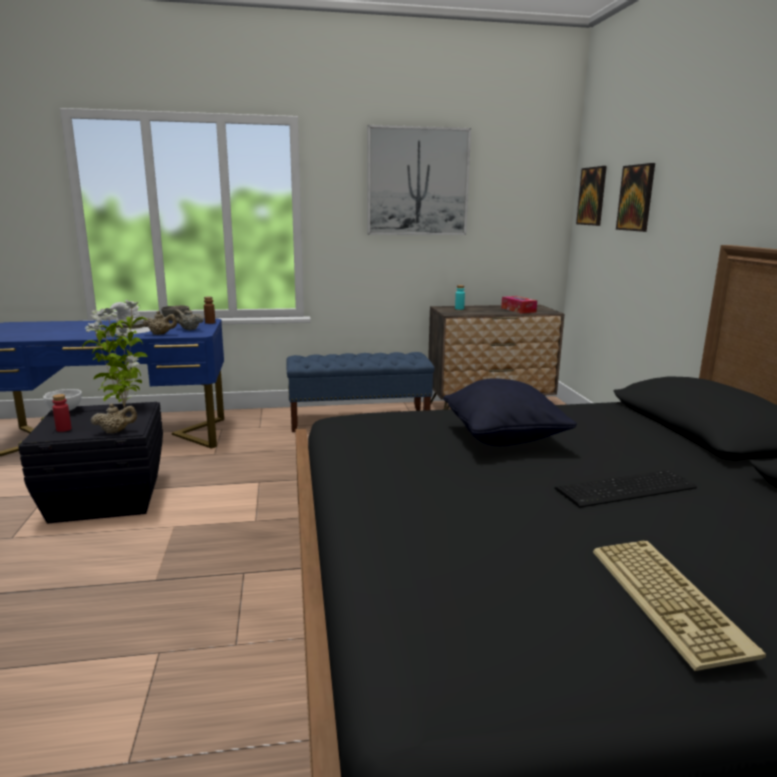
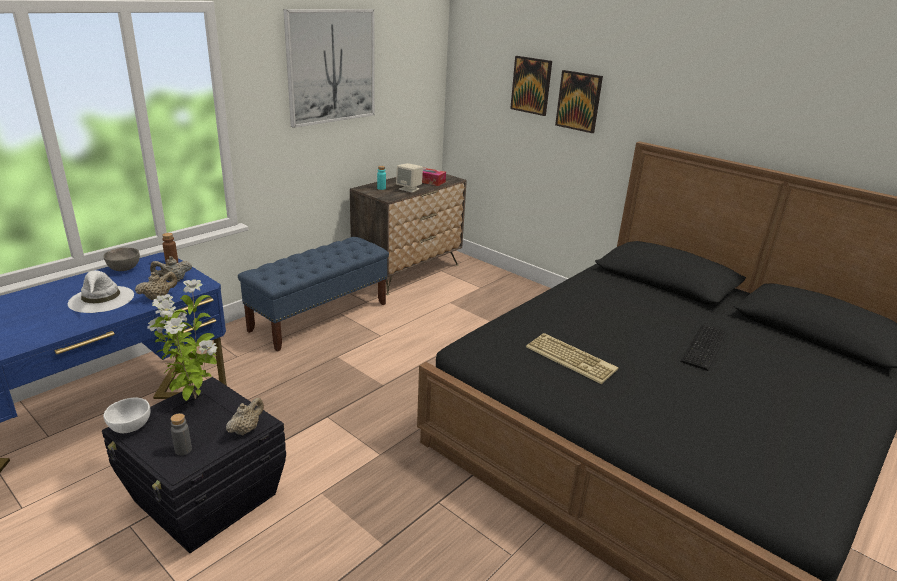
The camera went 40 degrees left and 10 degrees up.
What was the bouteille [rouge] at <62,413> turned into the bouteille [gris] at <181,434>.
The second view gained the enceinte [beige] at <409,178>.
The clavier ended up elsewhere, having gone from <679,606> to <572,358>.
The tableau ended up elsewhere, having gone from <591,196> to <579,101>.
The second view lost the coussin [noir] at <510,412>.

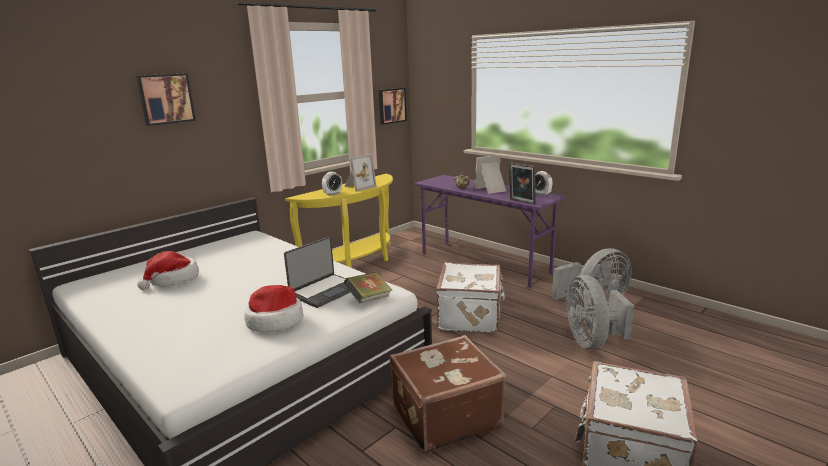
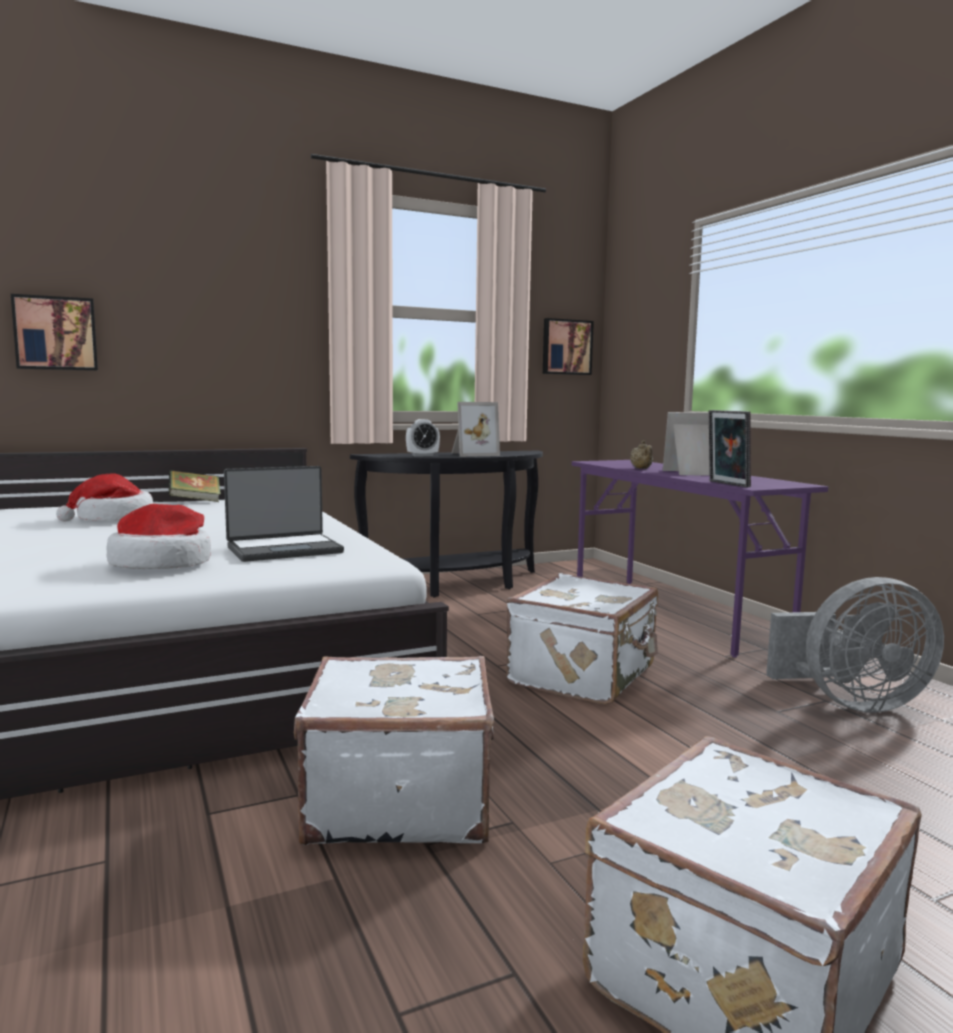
The camera went 20 degrees right and 10 degrees down.
The tableau ended up elsewhere, having gone from <166,99> to <54,332>.
The livre ended up elsewhere, having gone from <368,287> to <195,486>.
What was the valise [marron] at <448,394> turned into the valise [blanc] at <394,751>.
What was the table console [jaune] at <339,221> turned into the table console [noir] at <446,524>.
The second view lost the réveil at <543,183>.
The second view lost the ventilateur [gris] at <600,312>.

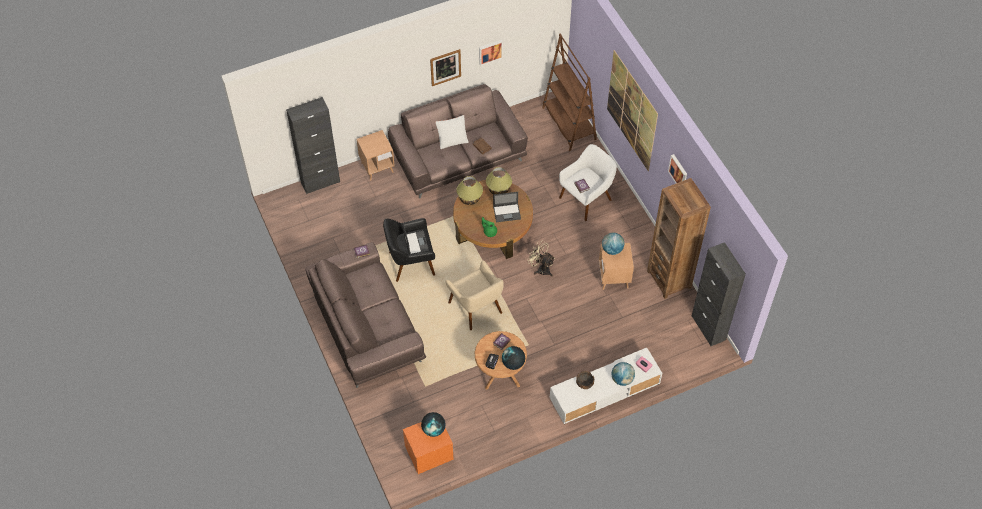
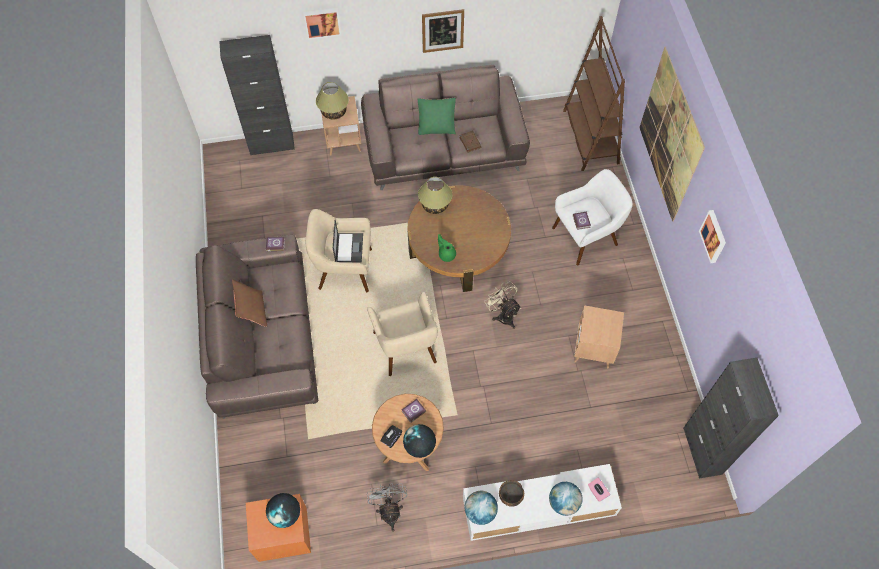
The camera went 15 degrees right and 5 degrees up.
The second view gained the coussin [marron] at <249,303>.
The tableau ended up elsewhere, having gone from <491,53> to <322,24>.
What was the fauteuil [noir] at <409,250> turned into the fauteuil [beige] at <339,250>.
The lampe de table ended up elsewhere, having gone from <499,181> to <332,100>.
The second view gained the ventilateur [gris] at <387,507>.
What was the coussin [blanc] at <452,132> turned into the coussin [vert] at <437,116>.
The globe ended up elsewhere, having gone from <613,244> to <481,508>.
The second view lost the ordinateur portable at <507,207>.
The second view lost the bibliothèque [marron] at <679,238>.

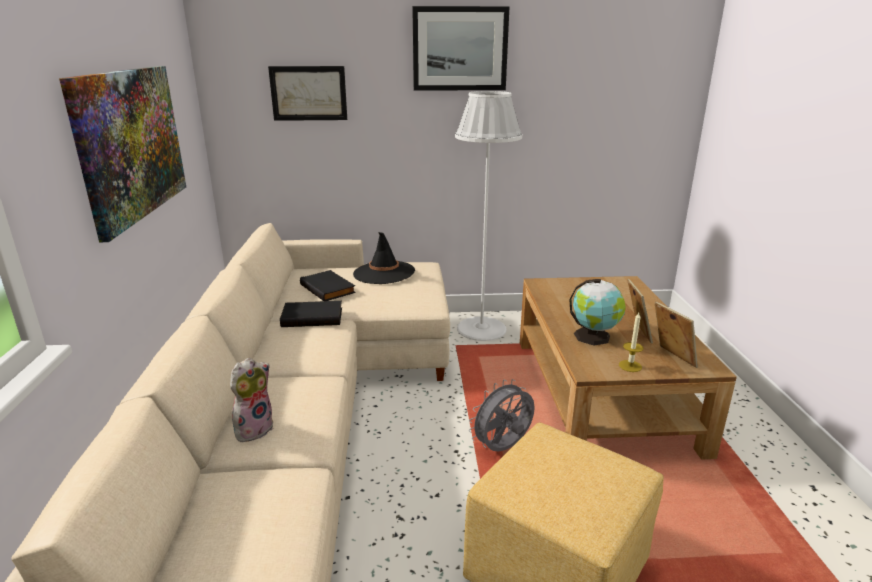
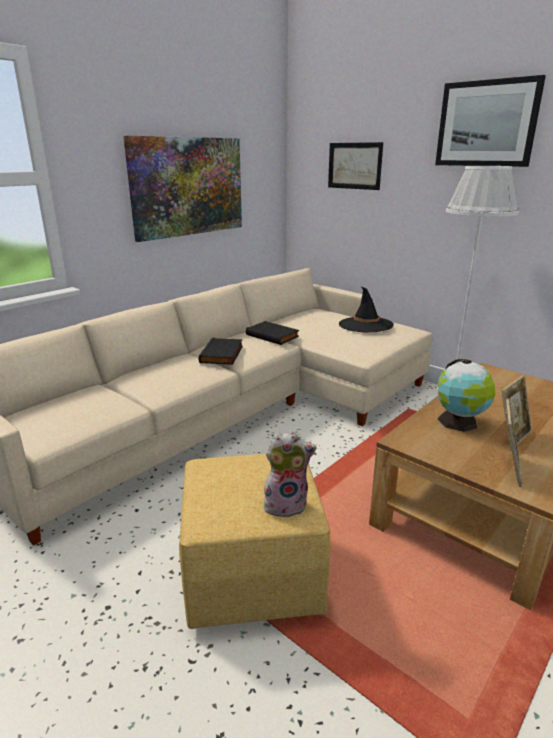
The camera went 45 degrees right and 0 degrees up.
The livre [noir] ended up elsewhere, having gone from <328,285> to <221,351>.
The peluche ended up elsewhere, having gone from <251,400> to <290,475>.
The second view lost the ventilateur [gris] at <502,415>.
The second view lost the bougie at <631,342>.

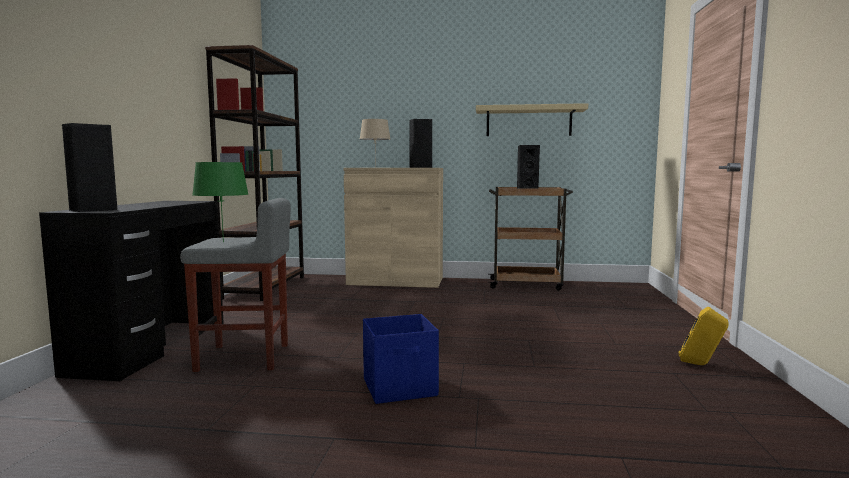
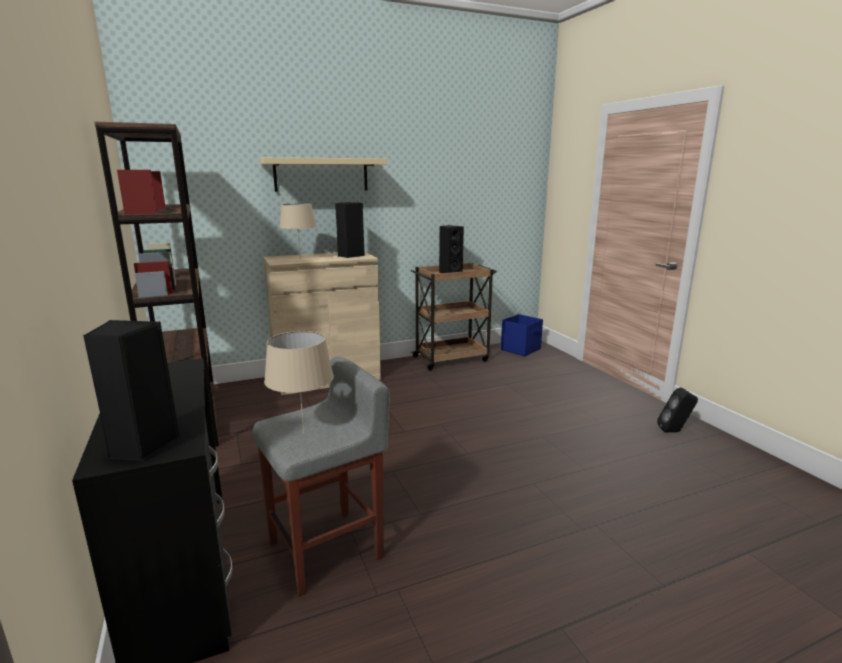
The camera went 30 degrees left and 10 degrees up.
The étagère [beige] ended up elsewhere, having gone from <532,119> to <323,174>.
What was the lampe de table [vert] at <220,202> turned into the lampe de table [beige] at <299,382>.
The boîte de rangement [bleu] ended up elsewhere, having gone from <401,359> to <522,335>.
What was the enceinte [jaune] at <703,336> turned into the enceinte [noir] at <677,410>.

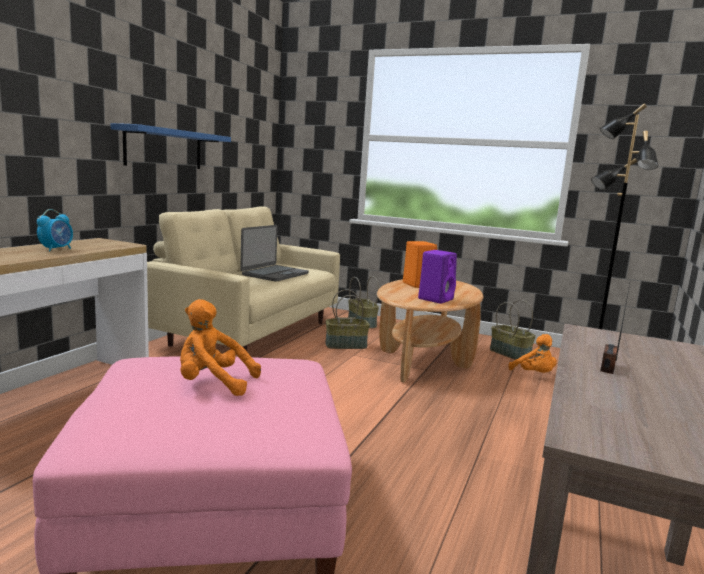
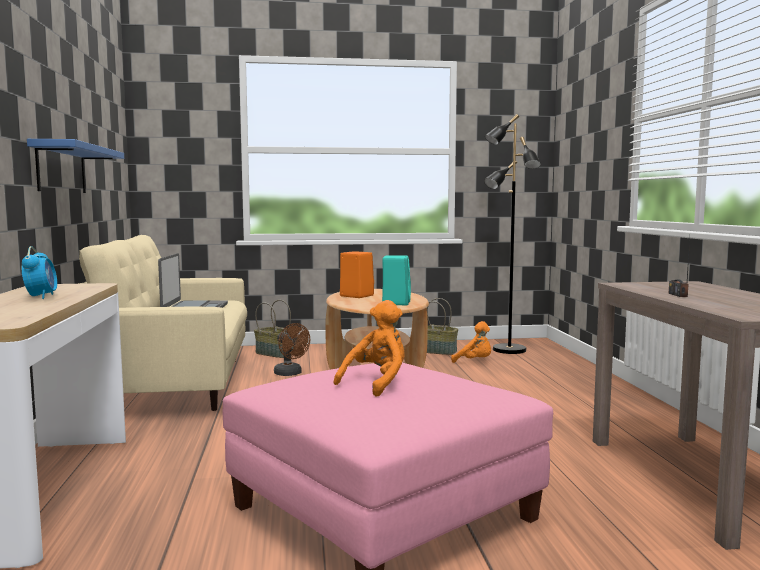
The camera went 30 degrees left and 5 degrees down.
Where the panier stood at <347,319>, the ventilateur [marron] came to stand at <292,349>.
The peluche [orange] at <220,347> ended up facing another way, 150 degrees clockwise from before.
What was the enceinte [violet] at <437,277> turned into the enceinte [turquoise] at <396,280>.

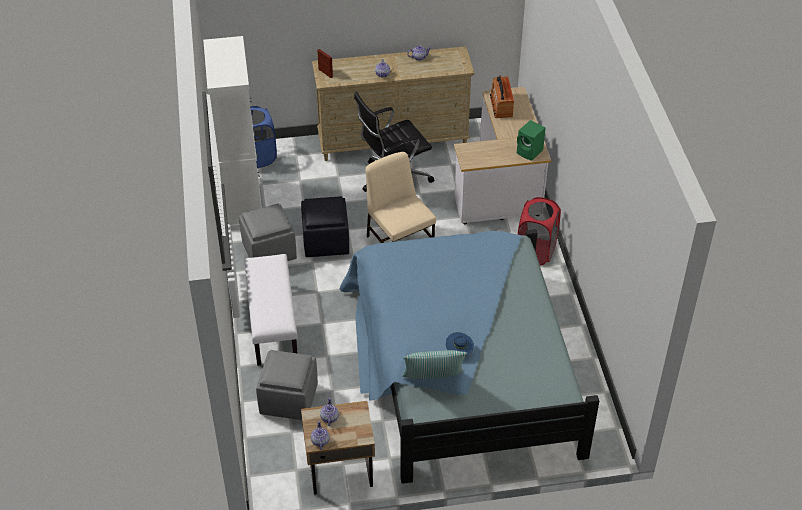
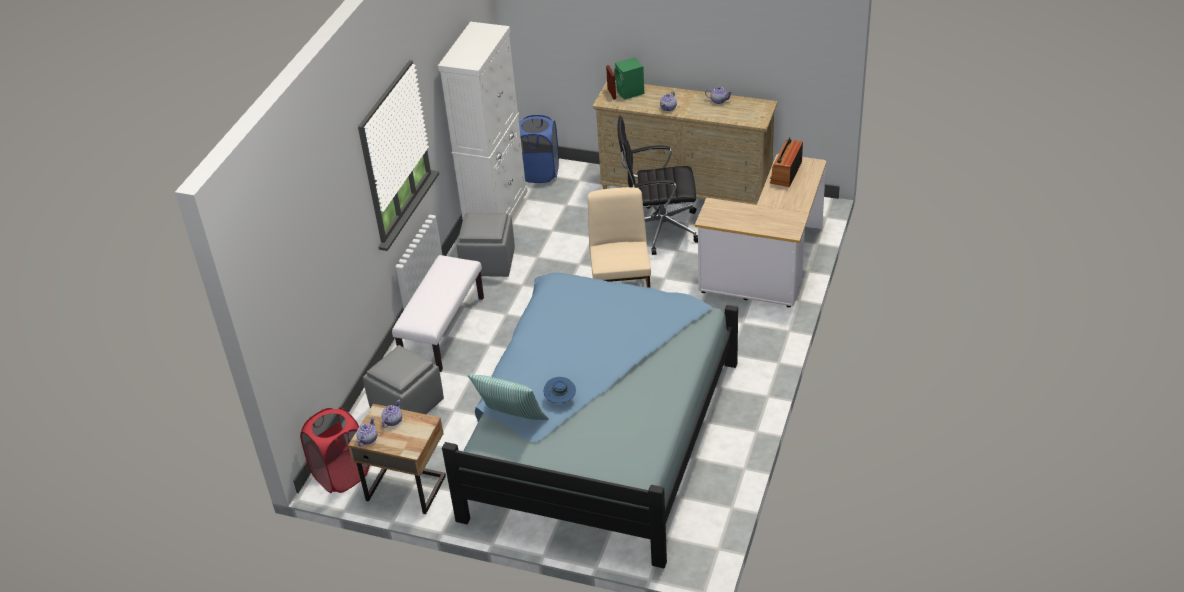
The camera went 30 degrees right and 5 degrees down.
The panier à linge [rouge] ended up elsewhere, having gone from <539,231> to <335,450>.
The enceinte [vert] ended up elsewhere, having gone from <531,140> to <629,78>.
The second view lost the pouf [noir] at <325,226>.

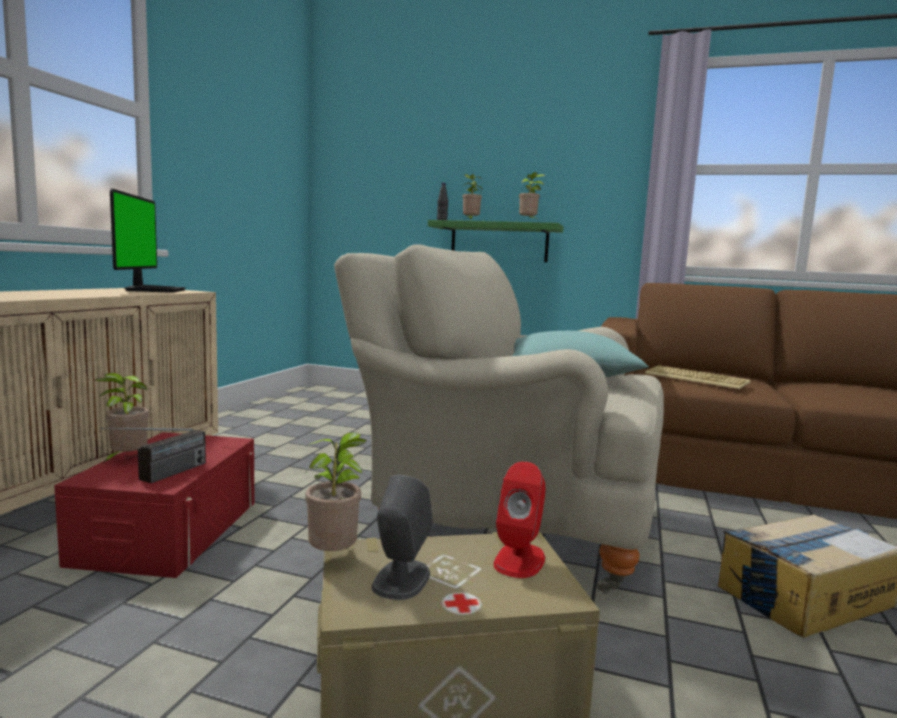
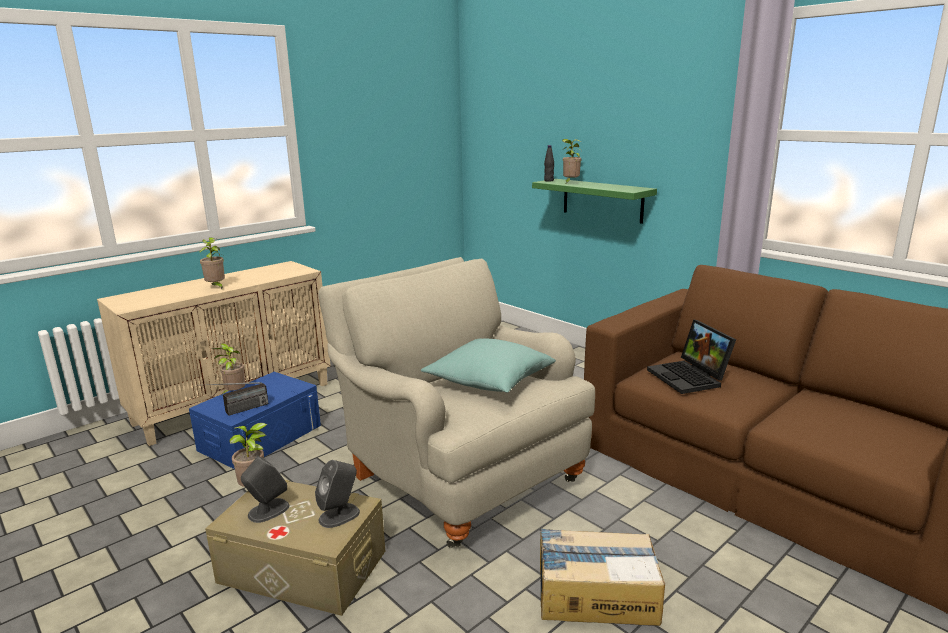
The camera went 30 degrees right and 10 degrees up.
What was the boîte de rangement [rouge] at <154,505> turned into the boîte de rangement [bleu] at <255,420>.
The plante en pot ended up elsewhere, having gone from <532,196> to <212,263>.
What was the enceinte [rouge] at <519,520> turned into the enceinte [gris] at <337,494>.
Where the clavier stood at <698,377>, the ordinateur portable came to stand at <691,356>.
The second view lost the écran d'ordinateur at <148,241>.

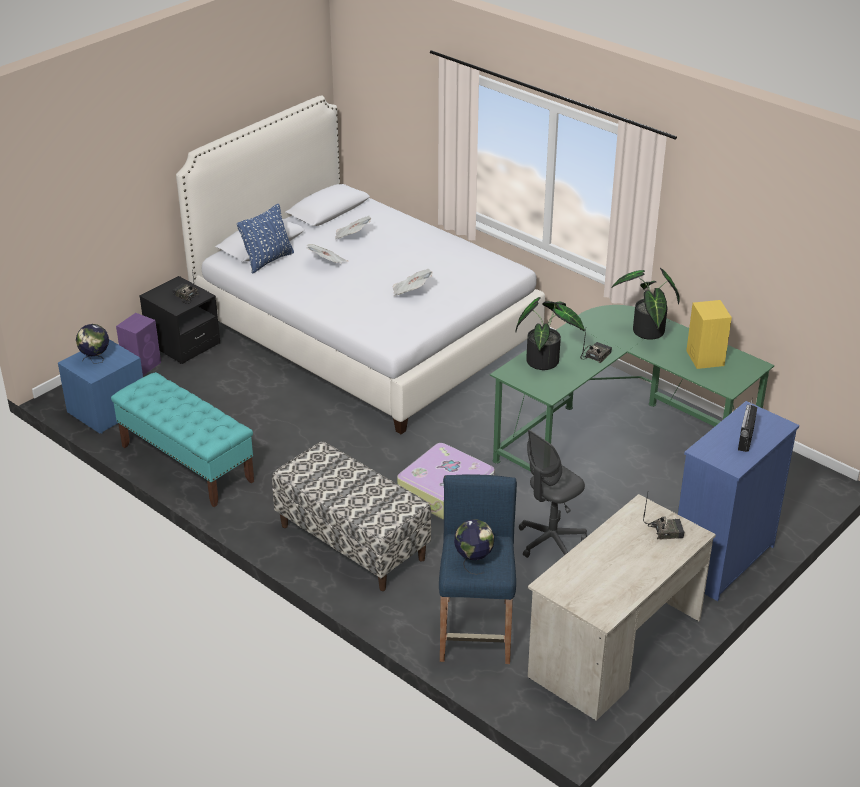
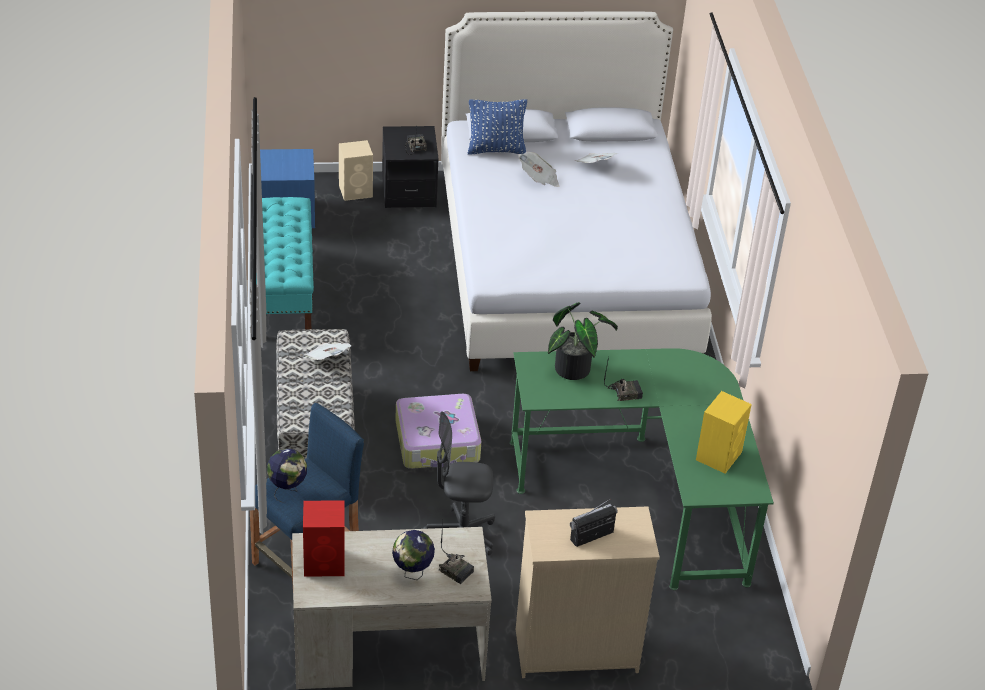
The camera went 40 degrees right and 5 degrees up.
The second view gained the enceinte [rouge] at <324,538>.
The journal ended up elsewhere, having gone from <413,282> to <327,351>.
What was the enceinte [violet] at <138,344> turned into the enceinte [beige] at <356,170>.
The globe ended up elsewhere, having gone from <92,344> to <413,555>.
What was the commode [bleu] at <738,501> turned into the commode [beige] at <588,592>.
The second view lost the plante en pot at <645,304>.

